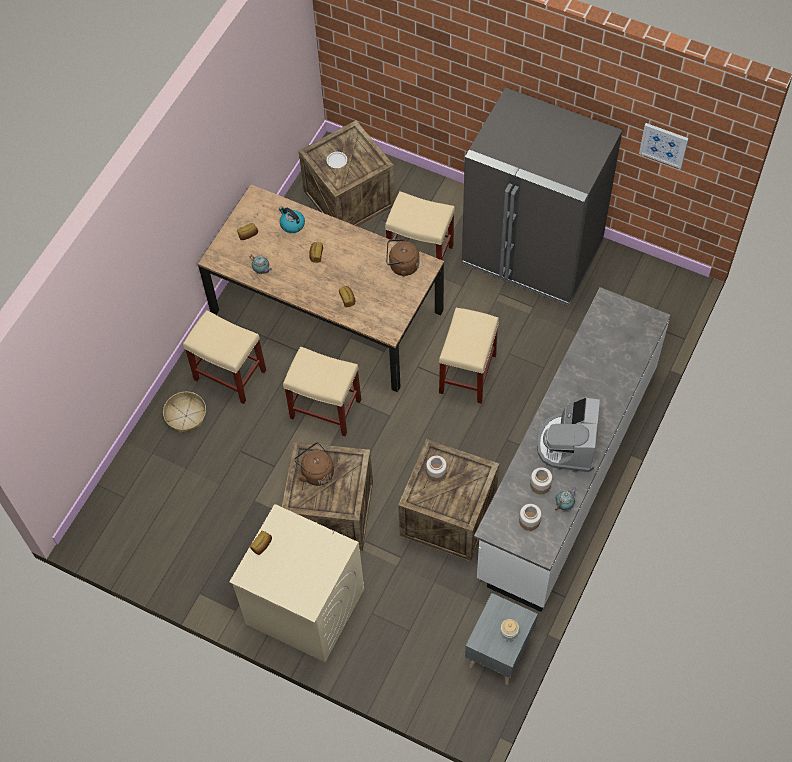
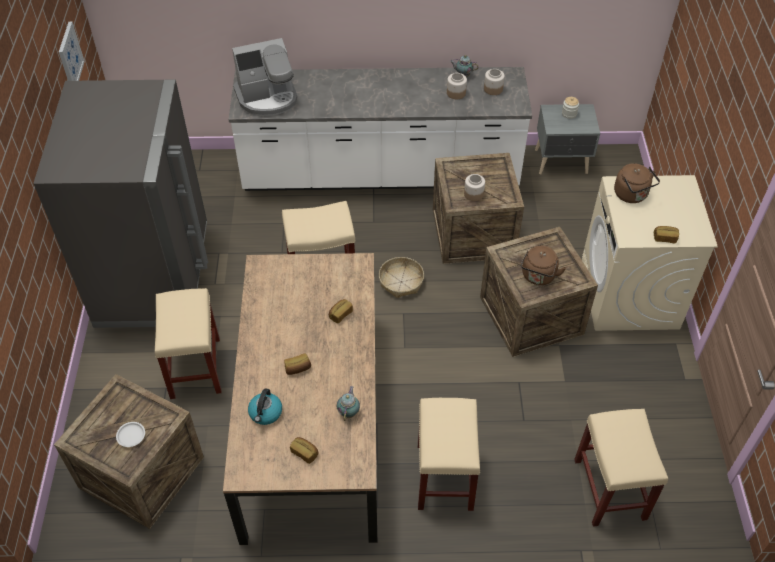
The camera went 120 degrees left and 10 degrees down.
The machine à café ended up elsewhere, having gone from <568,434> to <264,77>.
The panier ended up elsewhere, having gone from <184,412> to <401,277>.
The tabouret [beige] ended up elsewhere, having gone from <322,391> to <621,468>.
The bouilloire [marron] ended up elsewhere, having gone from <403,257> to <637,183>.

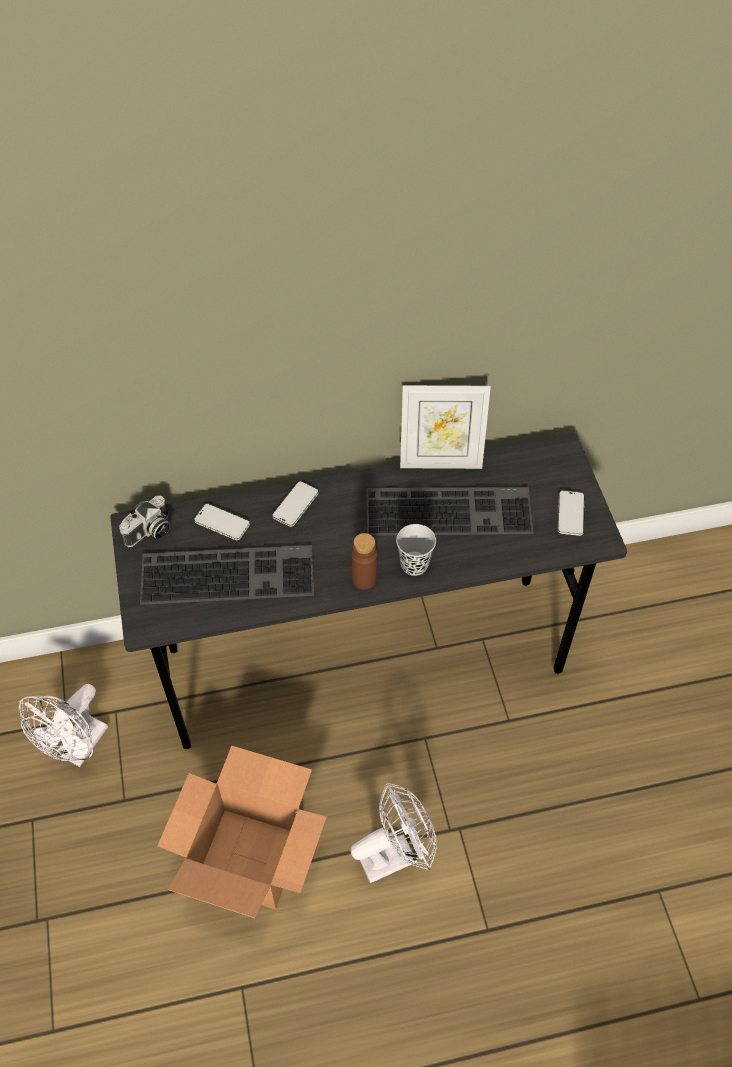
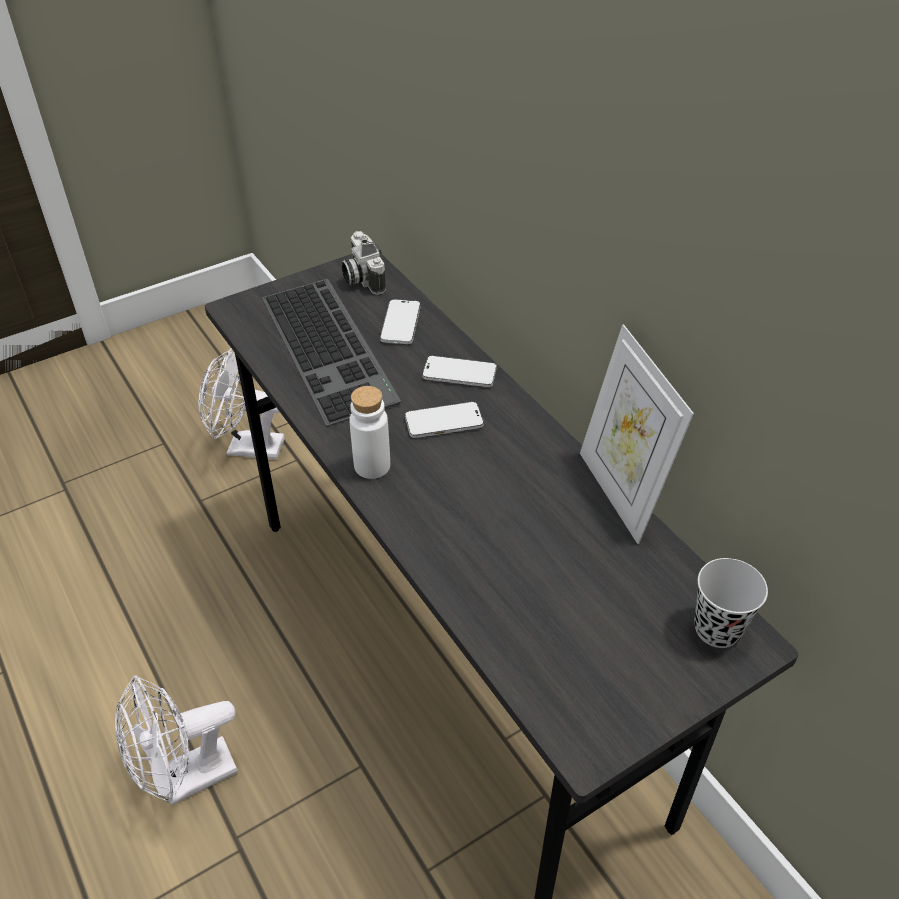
The camera went 70 degrees right and 10 degrees down.
The ventilateur [blanc] at <394,832> ended up facing another way, 105 degrees clockwise from before.
The appareil photo at <145,521> ended up facing another way, 45 degrees clockwise from before.
What was the bouteille [marron] at <364,561> turned into the bouteille [blanc] at <369,432>.
The téléphone ended up elsewhere, having gone from <571,513> to <444,420>.
The tasse [noir] ended up elsewhere, having gone from <416,550> to <731,603>.
The second view lost the carton at <242,832>.
The second view lost the clavier at <450,511>.

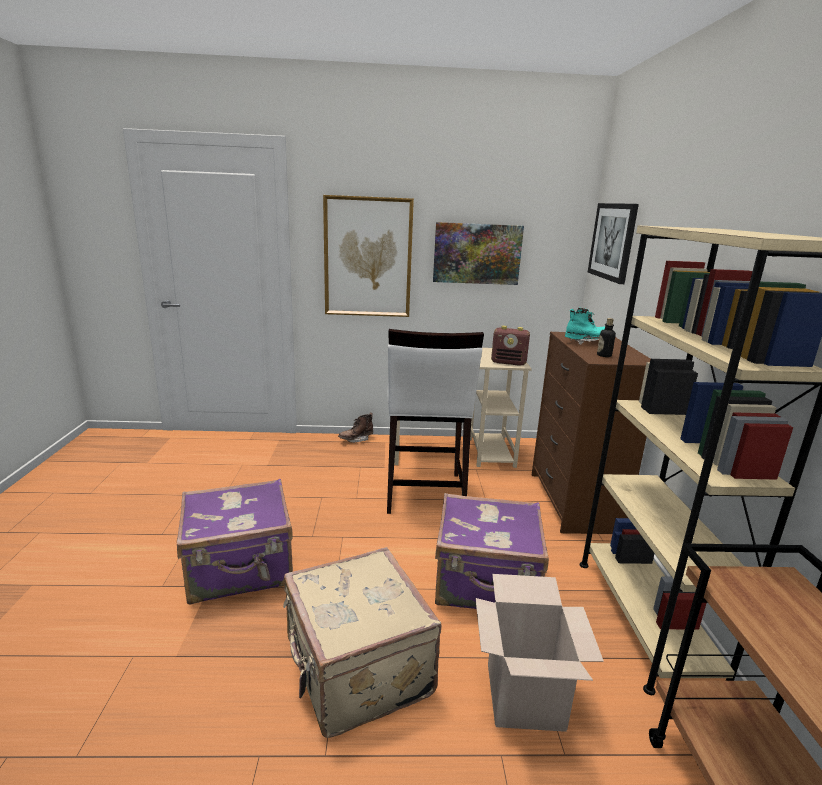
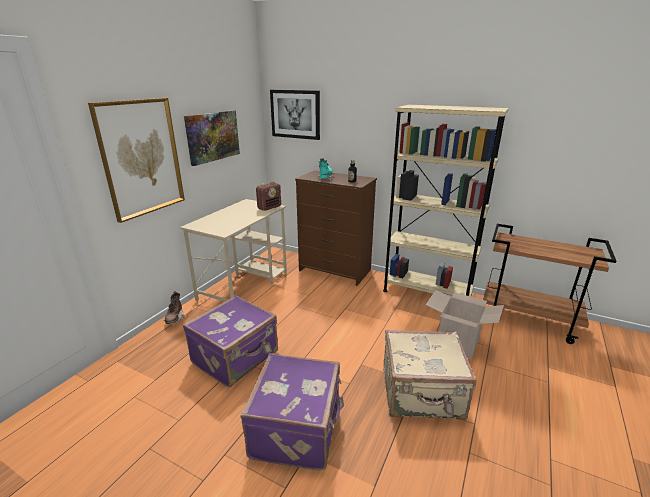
The camera went 60 degrees left and 5 degrees up.
The valise [violet] ended up elsewhere, having gone from <492,551> to <230,341>.
The second view lost the tabouret [blanc] at <435,421>.

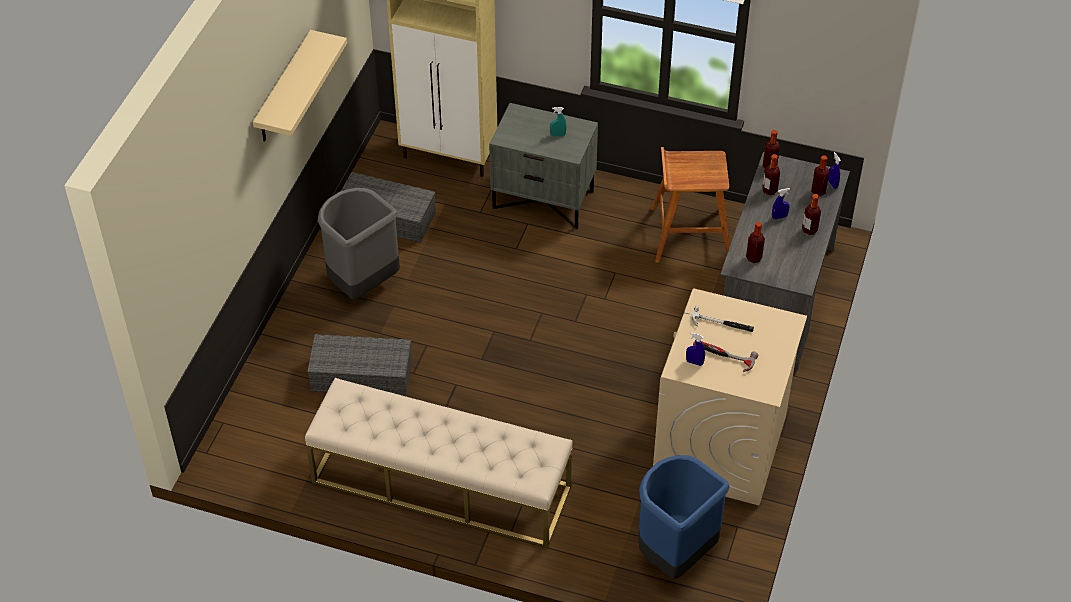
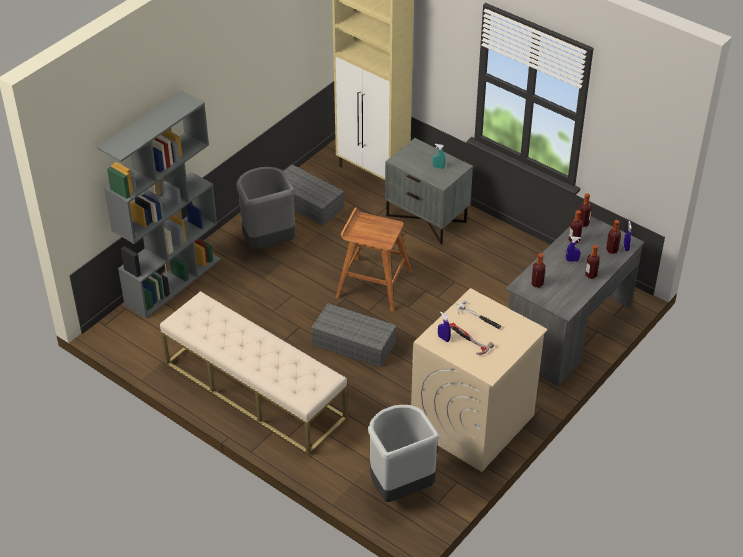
The camera went 20 degrees right and 5 degrees down.
The second view gained the bibliothèque [gris] at <159,204>.
The boîte de rangement [gris] ended up elsewhere, having gone from <359,365> to <354,335>.
The tabouret [marron] ended up elsewhere, having gone from <690,204> to <374,259>.
What was the poubelle [bleu] at <684,517> turned into the poubelle [gris] at <403,453>.
The second view lost the étagère [beige] at <300,86>.

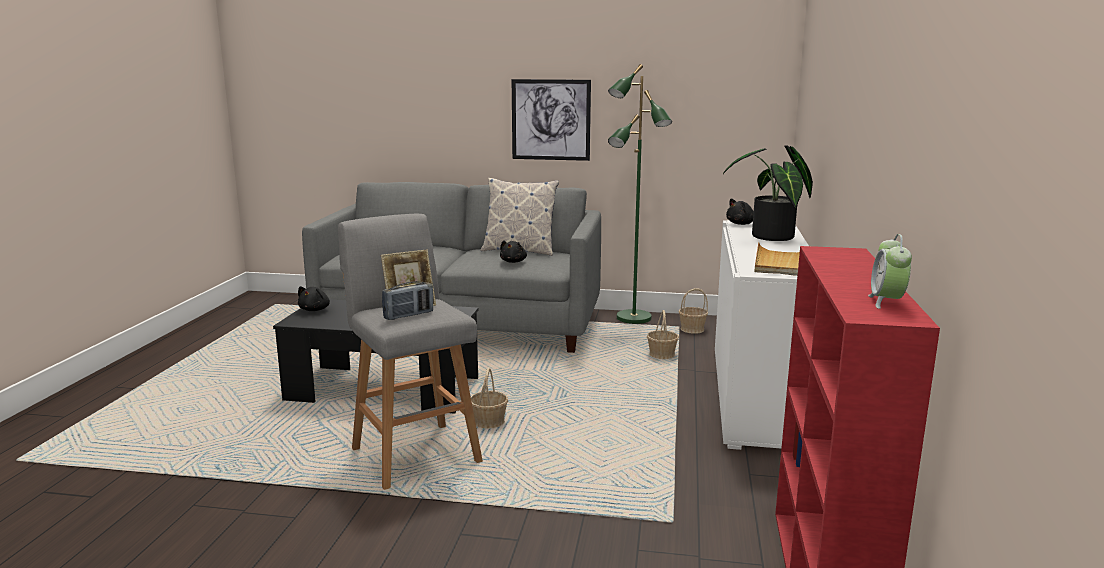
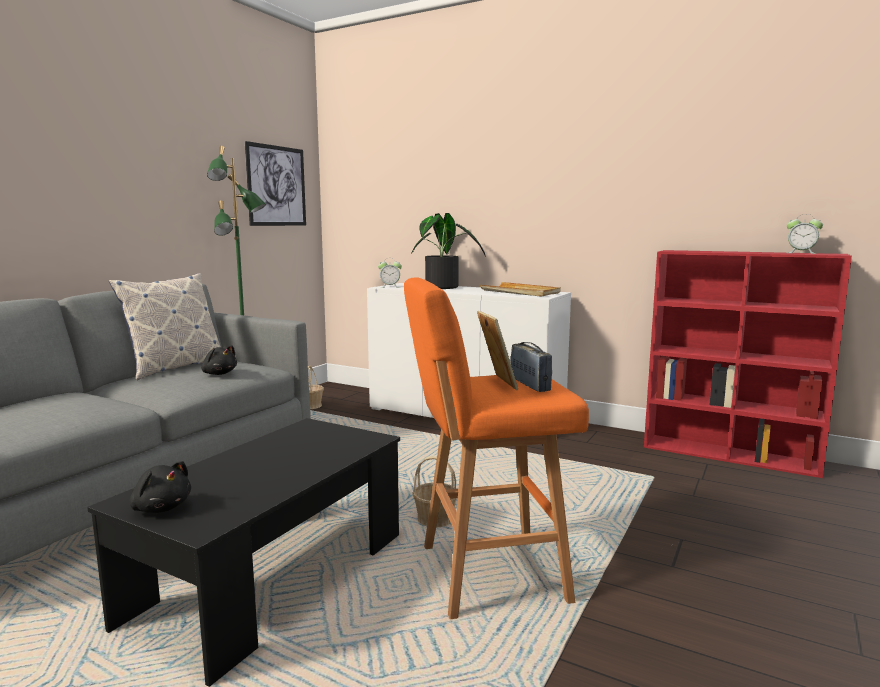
The camera went 70 degrees left and 5 degrees down.
The tableau ended up elsewhere, having gone from <551,120> to <275,183>.
Where the peluche [noir] stood at <740,211>, the réveil came to stand at <390,275>.
What was the tabouret [gris] at <410,352> turned into the tabouret [orange] at <496,448>.
The second view lost the panier at <663,334>.

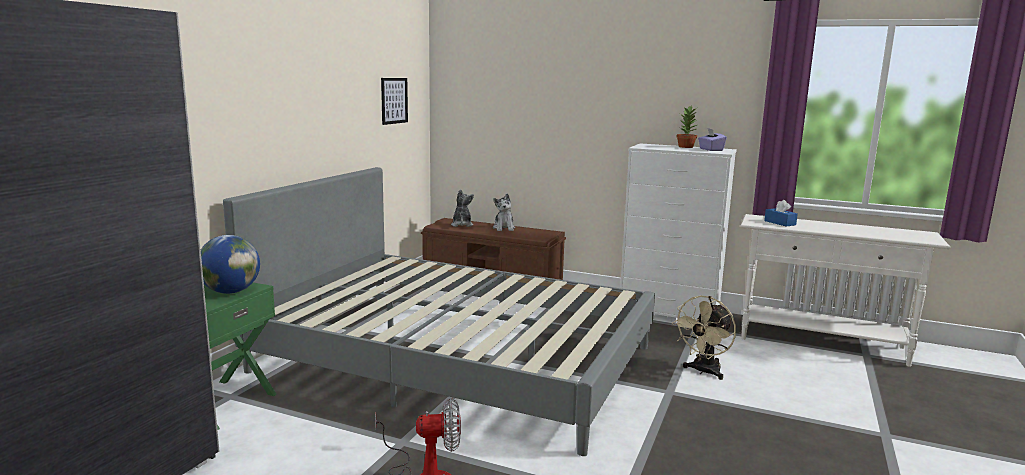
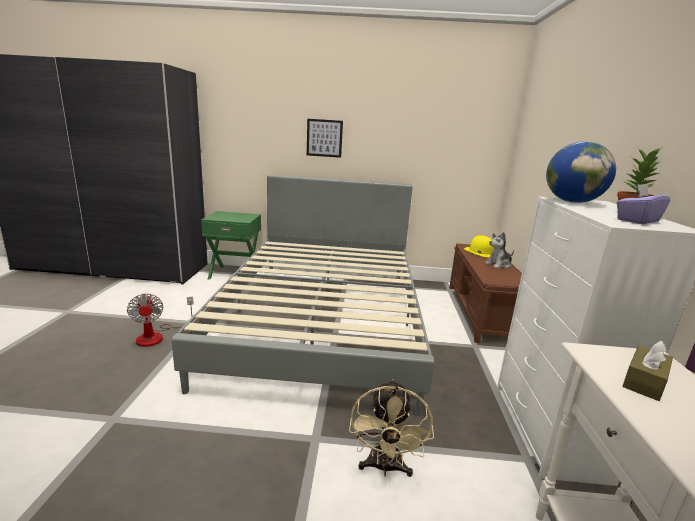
The camera went 70 degrees right and 5 degrees up.
The tableau ended up elsewhere, having gone from <394,101> to <325,138>.
The ventilateur [beige] at <704,337> ended up facing another way, 105 degrees counterclockwise from before.
Where the peluche stood at <462,208>, the chapeau [jaune] came to stand at <479,246>.
The globe ended up elsewhere, having gone from <230,264> to <581,172>.
What was the boîte à mouchoirs [bleu] at <781,213> turned into the boîte à mouchoirs [marron] at <648,371>.

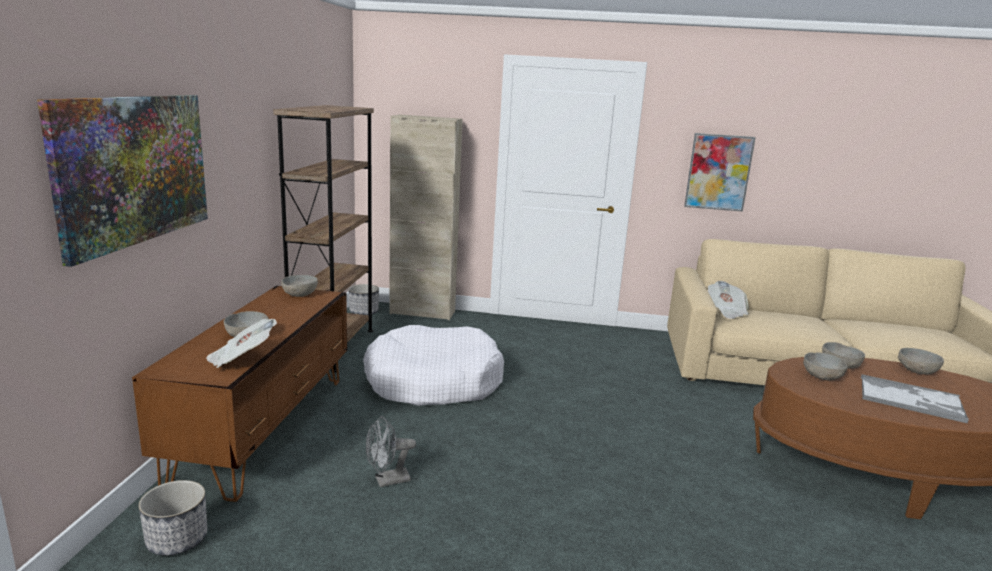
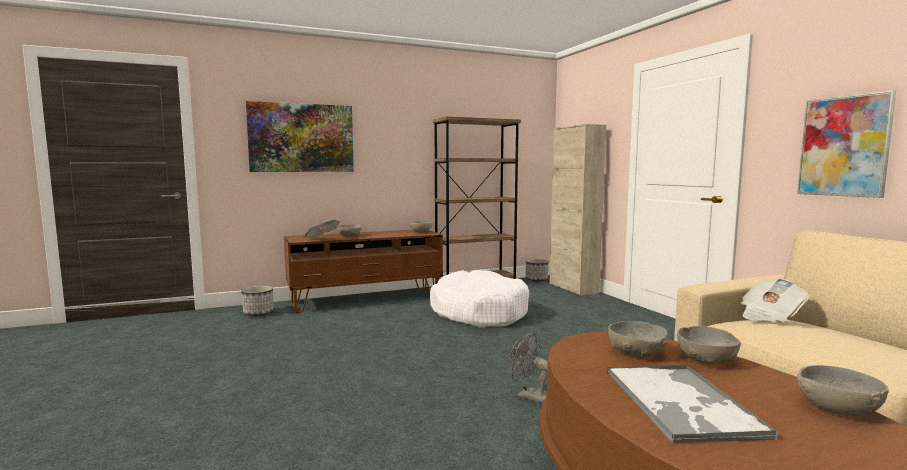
The camera went 60 degrees right and 10 degrees down.
The ventilateur [gris] ended up elsewhere, having gone from <391,451> to <528,368>.

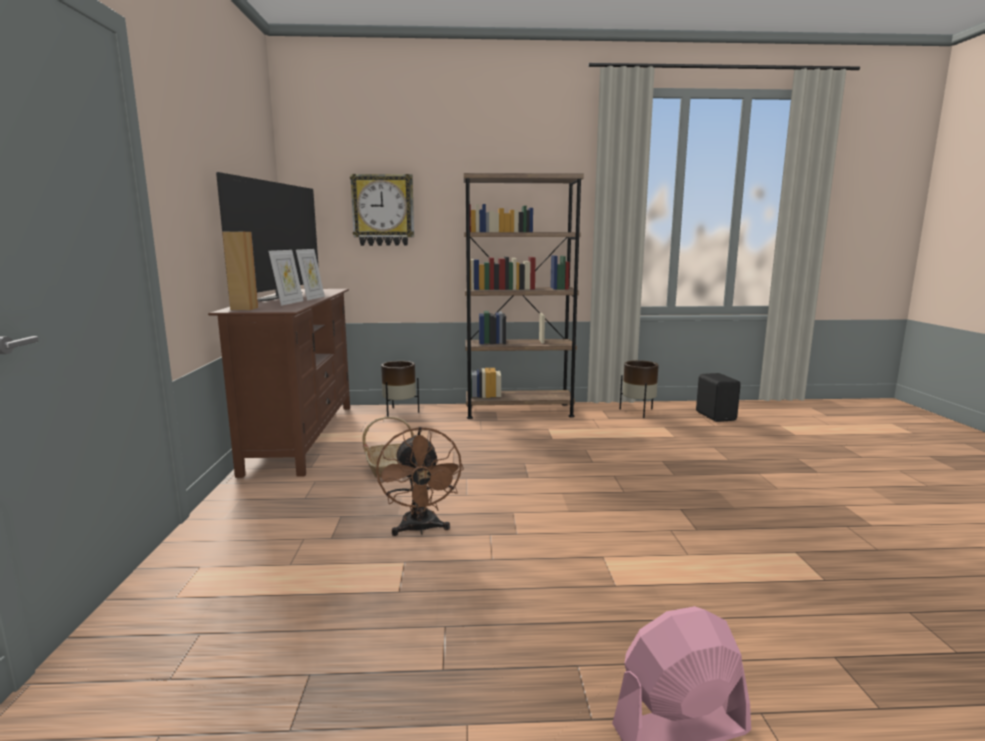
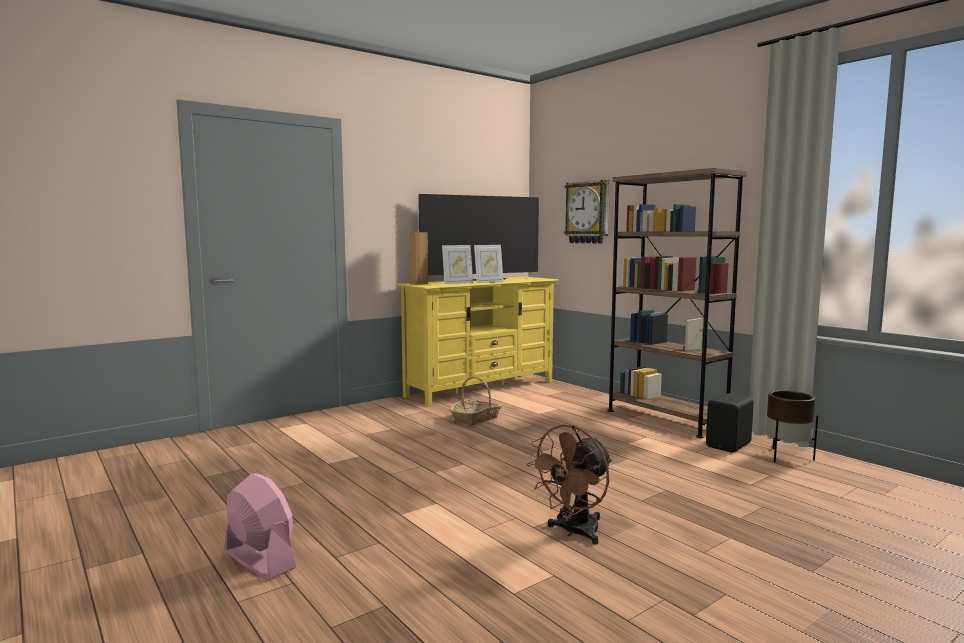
The camera went 55 degrees right and 5 degrees down.
What was the meuble télé [marron] at <279,383> turned into the meuble télé [jaune] at <477,342>.
The ventilateur [marron] ended up elsewhere, having gone from <420,481> to <569,485>.
The enceinte [noir] ended up elsewhere, having gone from <718,397> to <730,423>.
The second view lost the cache-pot [marron] at <400,389>.

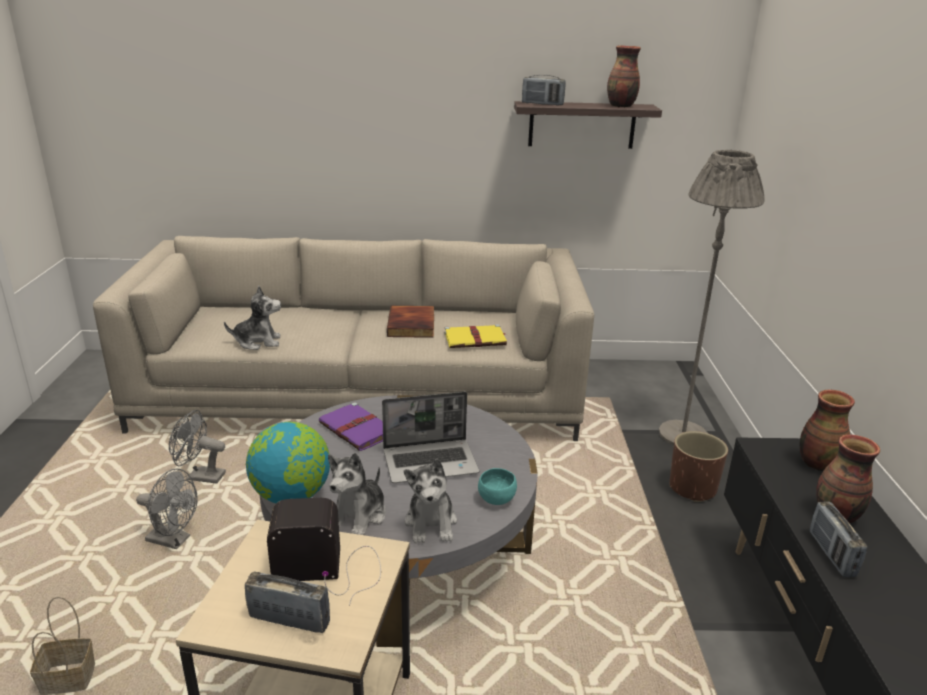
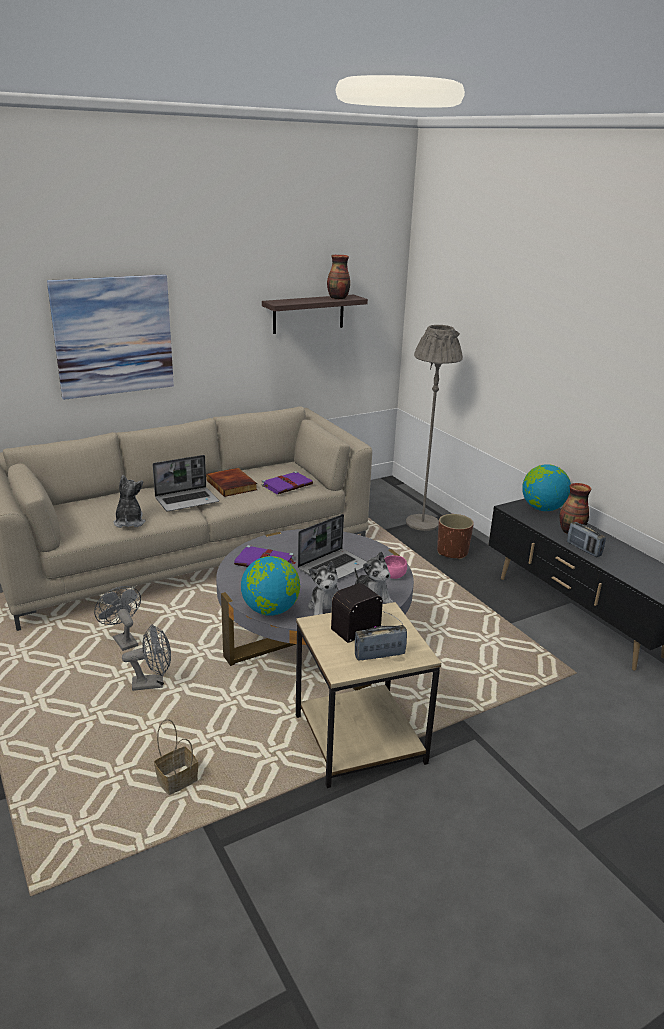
The camera went 30 degrees left and 0 degrees up.
The second view gained the tableau at <110,337>.
The ventilateur [gris] at <197,447> ended up facing another way, 75 degrees clockwise from before.
The peluche at <252,318> ended up facing another way, 60 degrees counterclockwise from before.
The second view gained the ordinateur portable at <186,483>.
What was the livre [jaune] at <476,336> turned into the livre [violet] at <287,482>.
What was the bol [turquoise] at <497,486> turned into the bol [rose] at <396,567>.
Where the vase stood at <827,430>, the globe came to stand at <546,487>.
The second view lost the radio at <544,90>.

